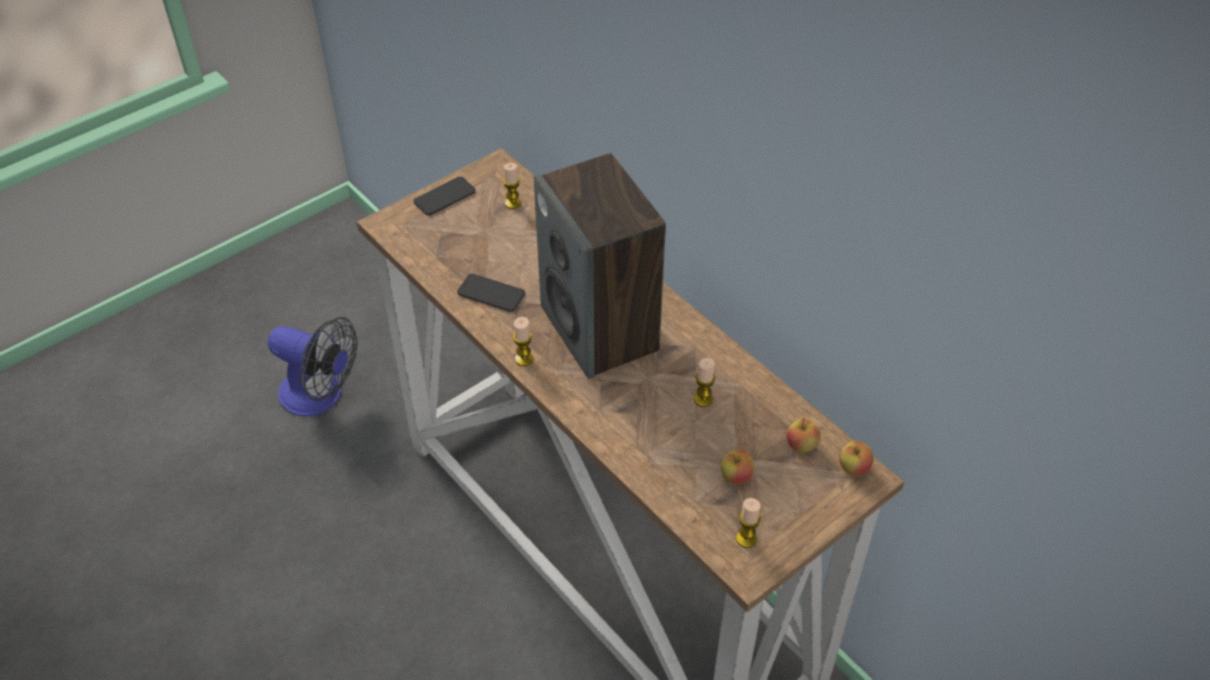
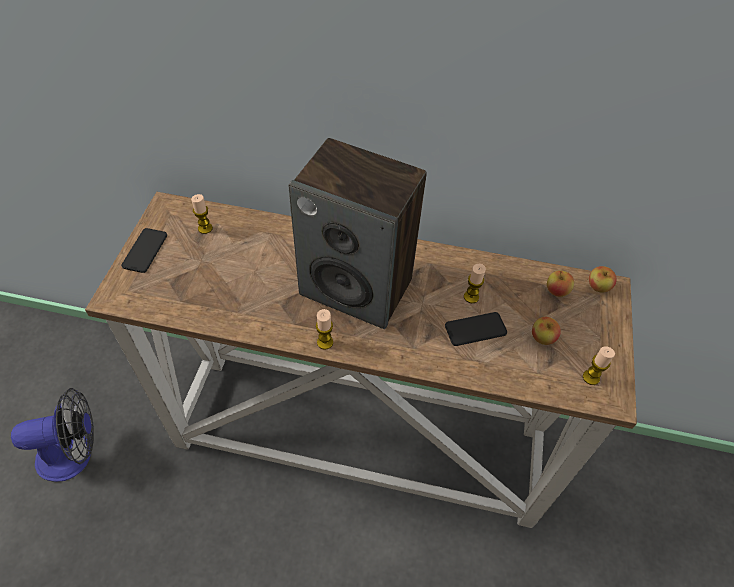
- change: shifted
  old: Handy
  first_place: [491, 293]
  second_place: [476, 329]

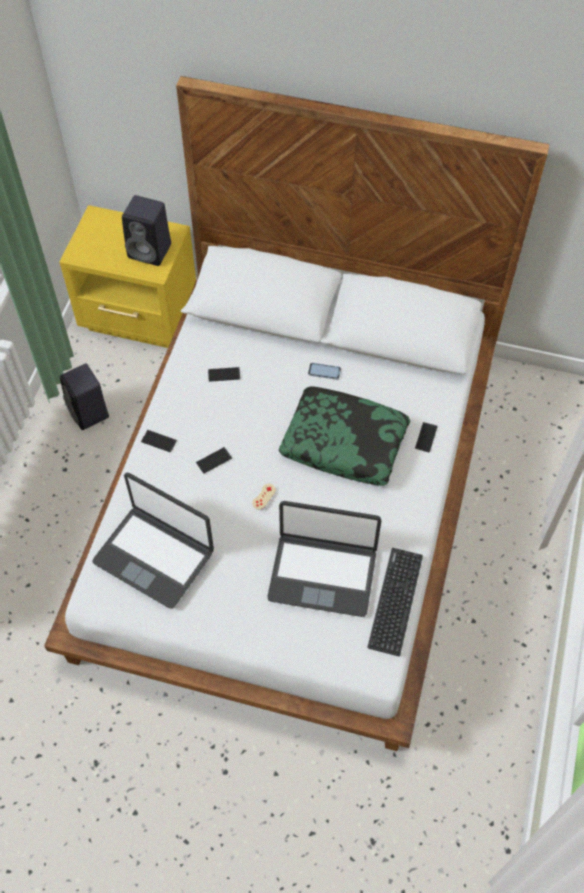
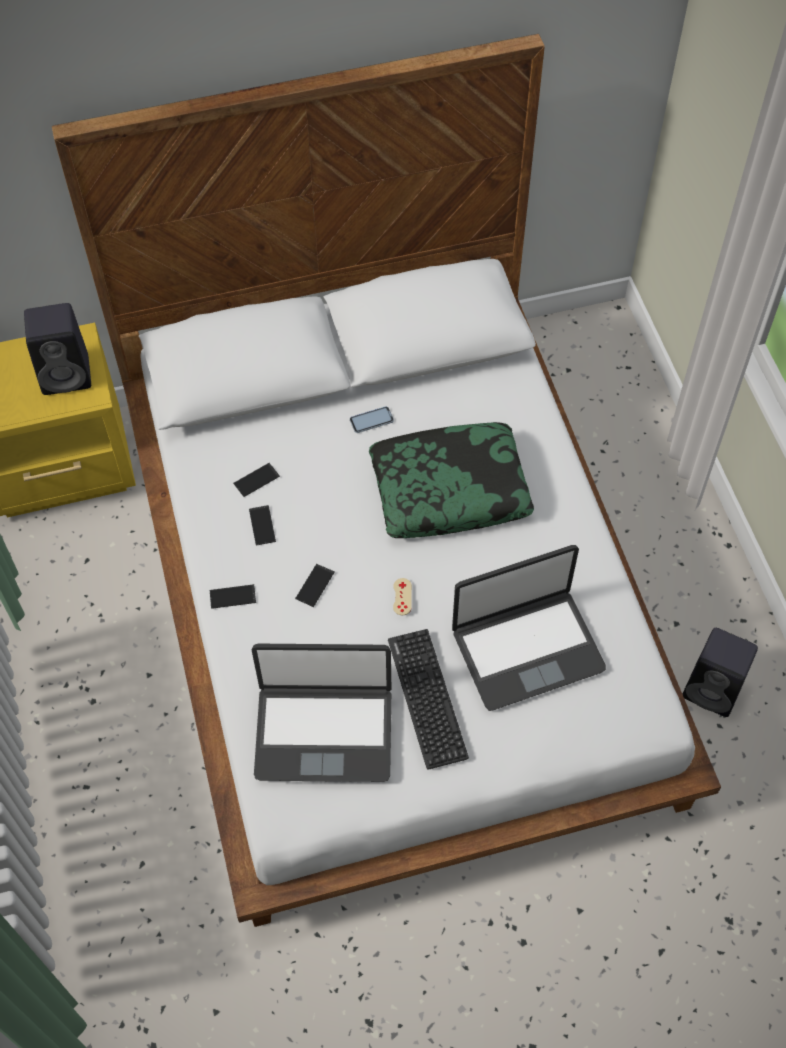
- change: shifted
  old: Lautsprecher (schwarz)
  first_place: [84, 396]
  second_place: [720, 672]
- change: shifted
  old: Handy
  first_place: [426, 437]
  second_place: [262, 525]
- change: shifted
  old: Tastatur
  first_place: [395, 602]
  second_place: [428, 699]

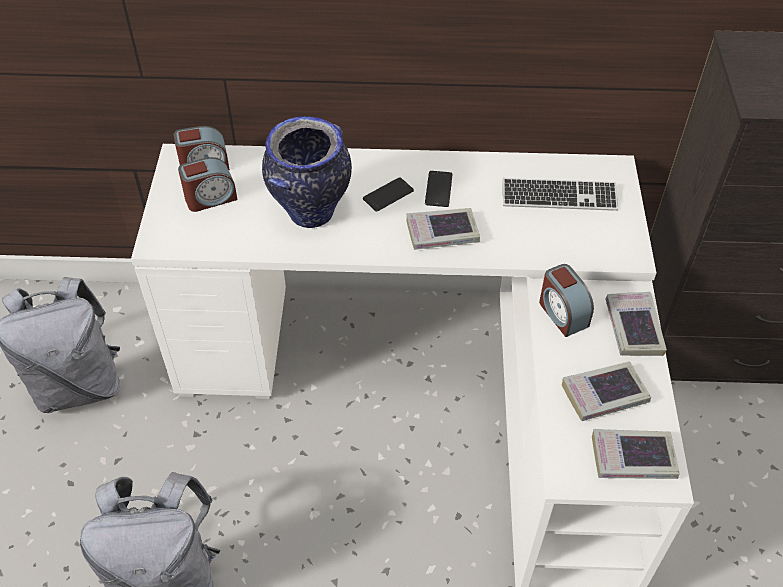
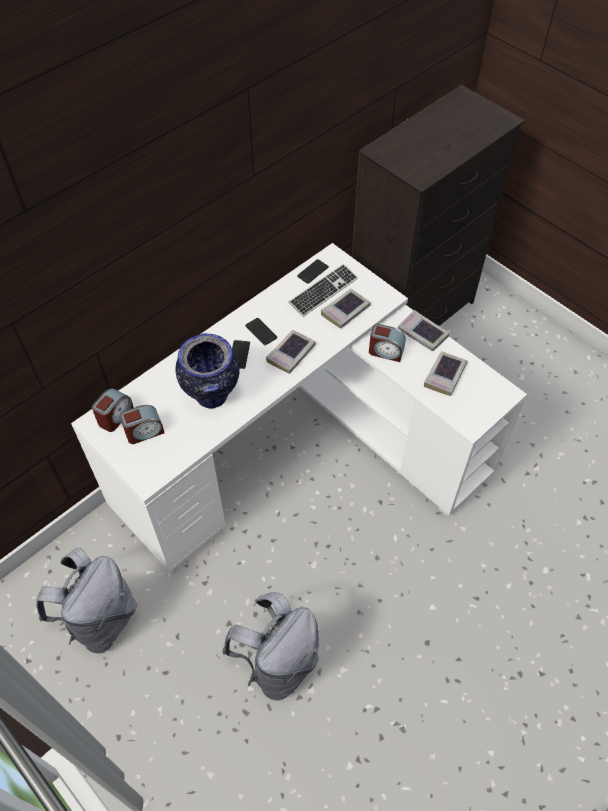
- change: rotated
  old: Wecker
  first_place: [207, 184]
  second_place: [142, 424]
  degrees: 45
- change: shifted
  old: Buch
  first_place: [636, 454]
  second_place: [346, 309]
- change: new
  new: Handy
  second_place: [313, 271]

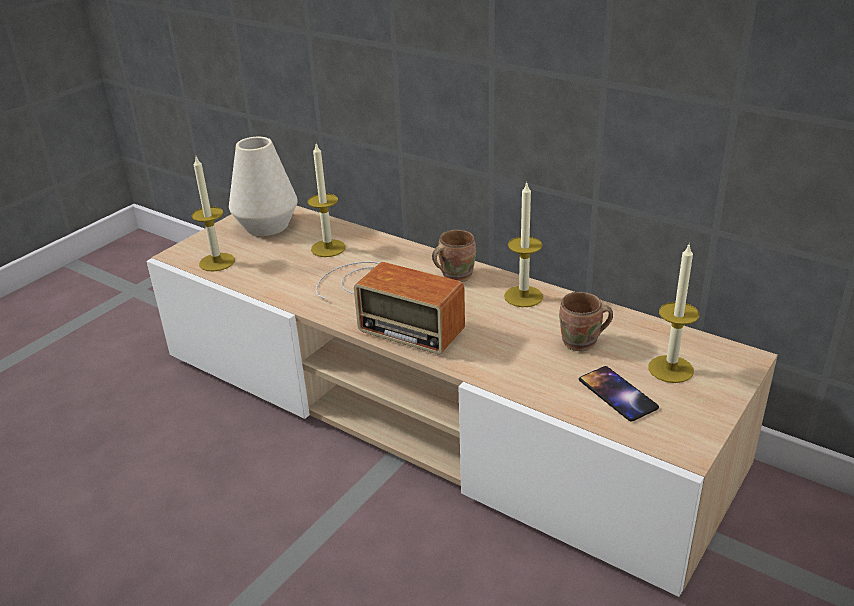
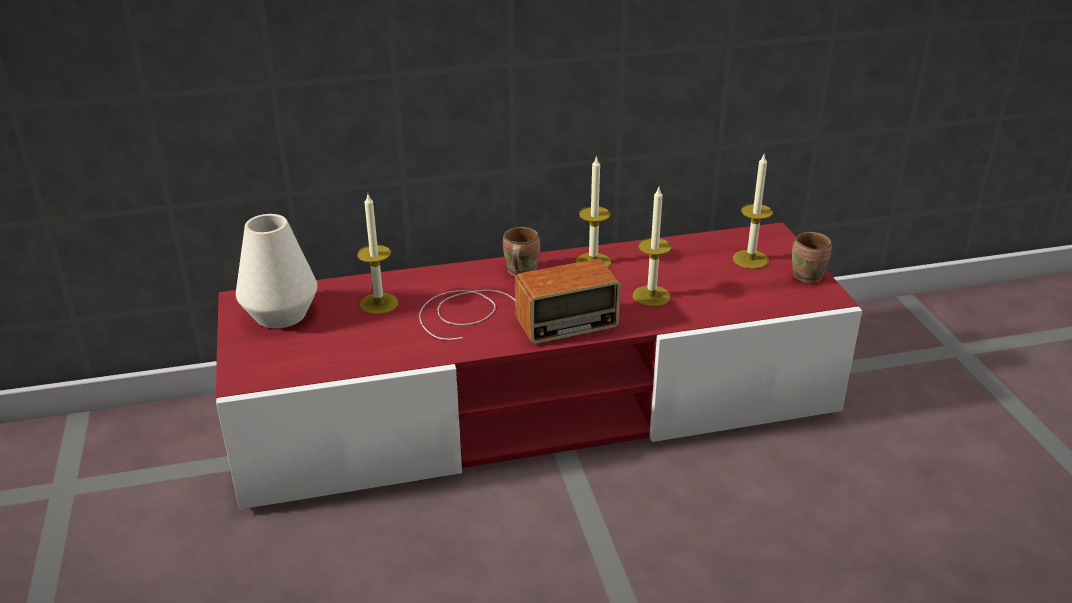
- change: shifted
  old: Kerze
  first_place: [213, 214]
  second_place: [652, 247]
- change: repainted
  old: Fernsehschrank (beige)
  new: Fernsehschrank (rot)
  first_place: [462, 401]
  second_place: [539, 366]
- change: shifted
  old: Henkelbecher (braun)
  first_place: [586, 321]
  second_place: [812, 257]
- change: gone
  old: Handy
  first_place: [619, 394]

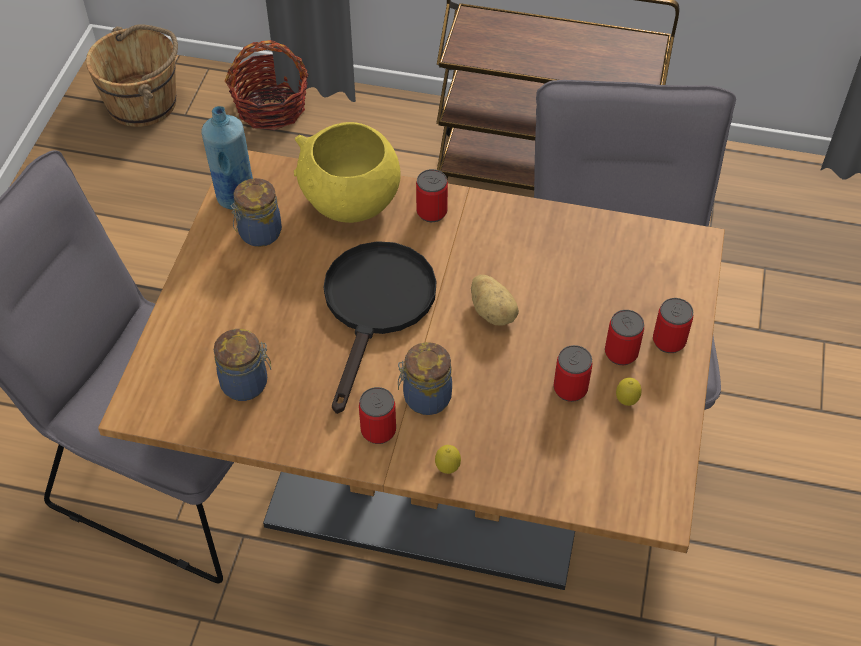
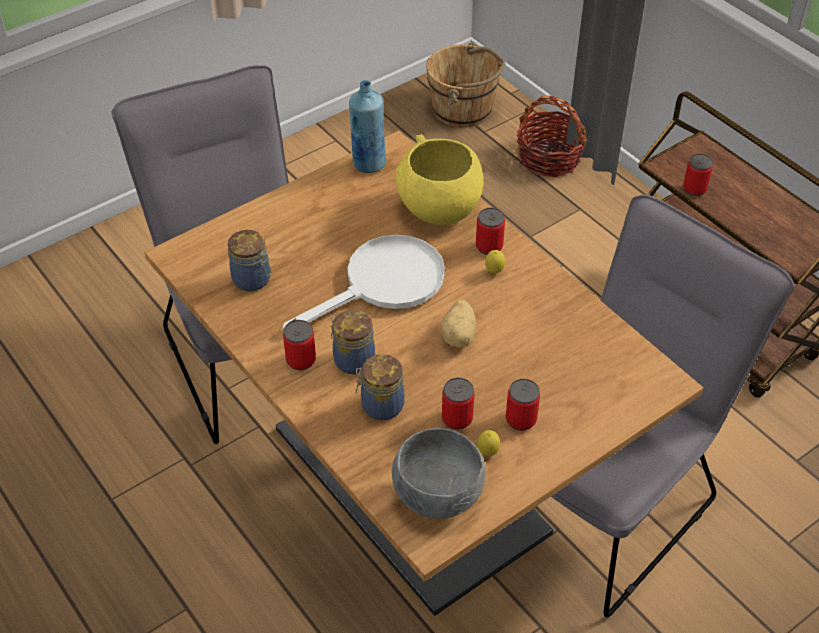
- change: shifted
  old: Vorratsglas
  first_place: [256, 212]
  second_place: [380, 387]
- change: repainted
  old: Pfanne (schwarz)
  new: Pfanne (weiß)
  first_place: [380, 327]
  second_place: [364, 283]
- change: shifted
  old: Dose
  first_place: [673, 325]
  second_place: [698, 175]
- change: shifted
  old: Zitrone
  first_place: [448, 459]
  second_place: [495, 261]
- change: new
  new: Schüssel (grau)
  second_place: [439, 473]

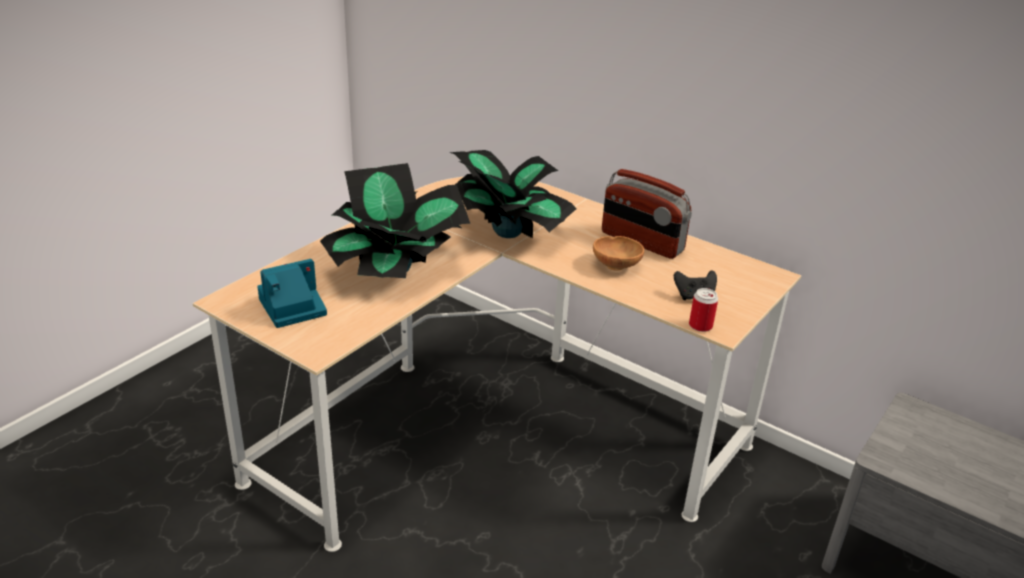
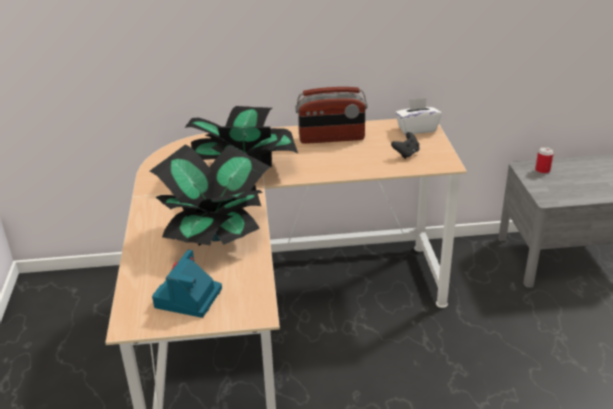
- change: gone
  old: Schüssel (braun)
  first_place: [618, 253]
- change: shifted
  old: Dose
  first_place: [703, 310]
  second_place: [544, 160]
- change: new
  new: Taschentuchbox (weiß)
  second_place: [418, 116]

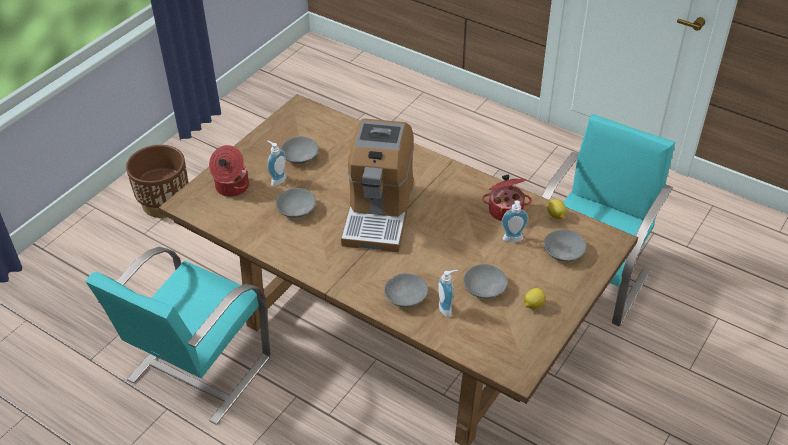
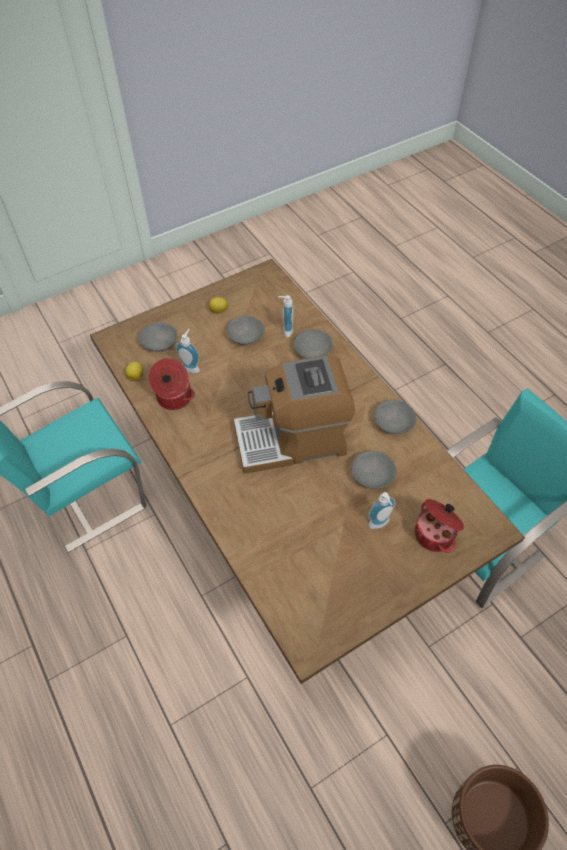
- change: rotated
  old: Kaffeemaschine
  first_place: [377, 185]
  second_place: [294, 414]
  degrees: -135
- change: shifted
  old: Schüssel (grau)
  first_place: [299, 150]
  second_place: [395, 417]

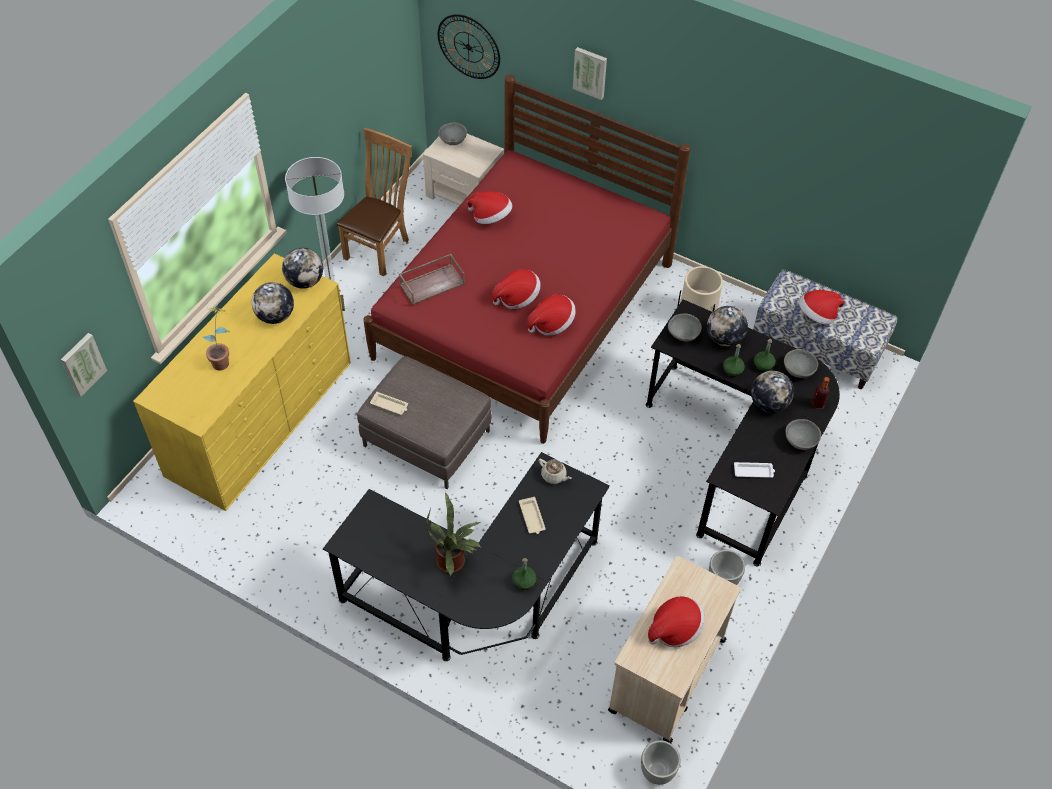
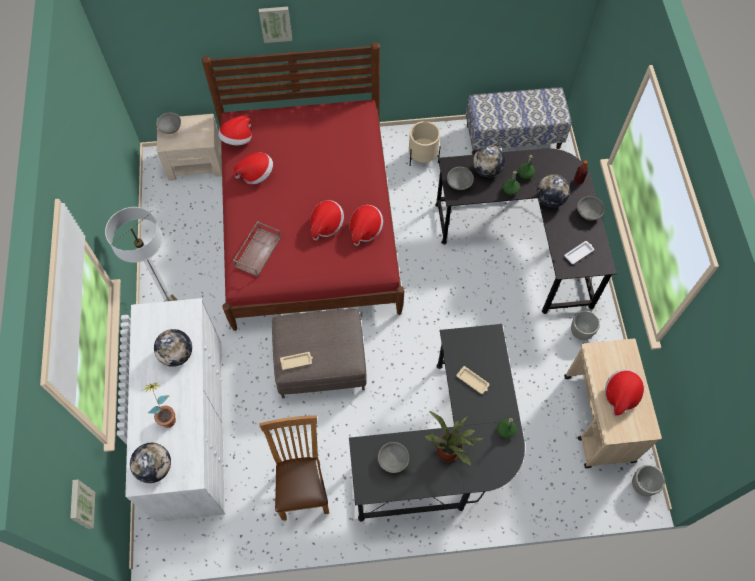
- change: gone
  old: Wanduhr
  first_place: [469, 46]
- change: shifted
  old: Stuhl (braun)
  first_place: [374, 202]
  second_place: [294, 468]
- change: shifted
  old: Globus
  first_place: [302, 268]
  second_place: [150, 463]
- change: repainted
  old: Kommode (gelb)
  new: Kommode (weiß)
  first_place: [242, 382]
  second_place: [175, 410]
- change: shifted
  old: Hut
  first_place: [822, 307]
  second_place: [235, 130]
- change: shifted
  old: Schüssel (grau)
  first_place: [801, 363]
  second_place: [393, 457]
- change: gone
  old: Teekanne (beige)
  first_place: [555, 471]

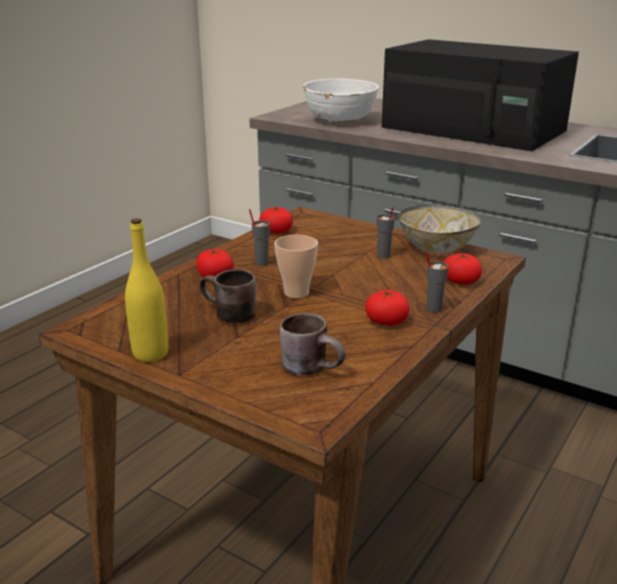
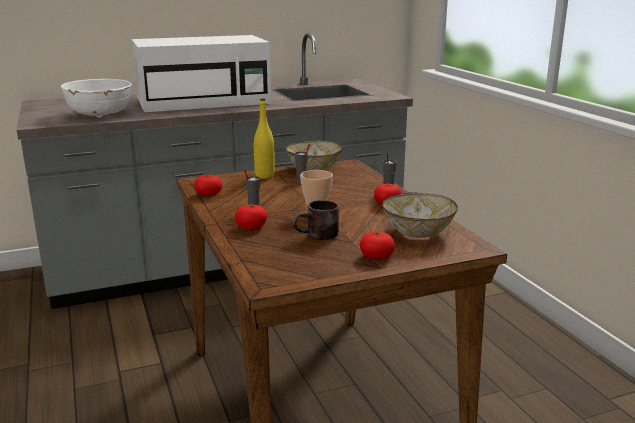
- change: repainted
  old: Mikrowelle (schwarz)
  new: Mikrowelle (weiß)
  first_place: [480, 95]
  second_place: [201, 73]
- change: shifted
  old: Flasche (gelb)
  first_place: [146, 290]
  second_place: [264, 138]
- change: shifted
  old: Tomate
  first_place: [463, 268]
  second_place: [377, 245]
- change: swapped
  old: Henkelbecher (braun)
  new: Schüssel
  first_place: [313, 344]
  second_place: [420, 215]

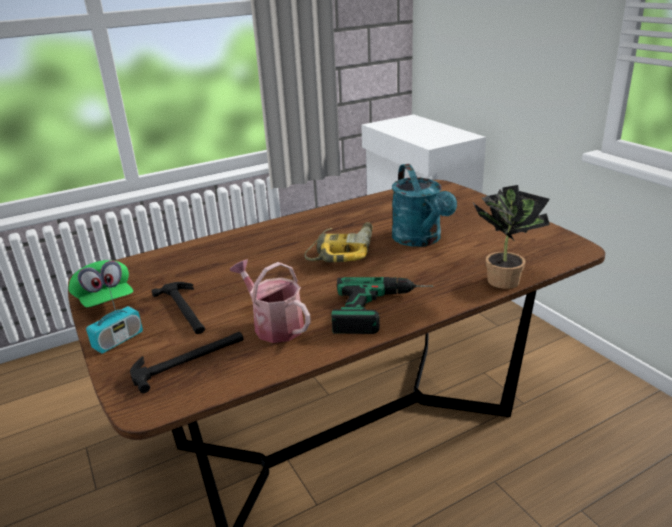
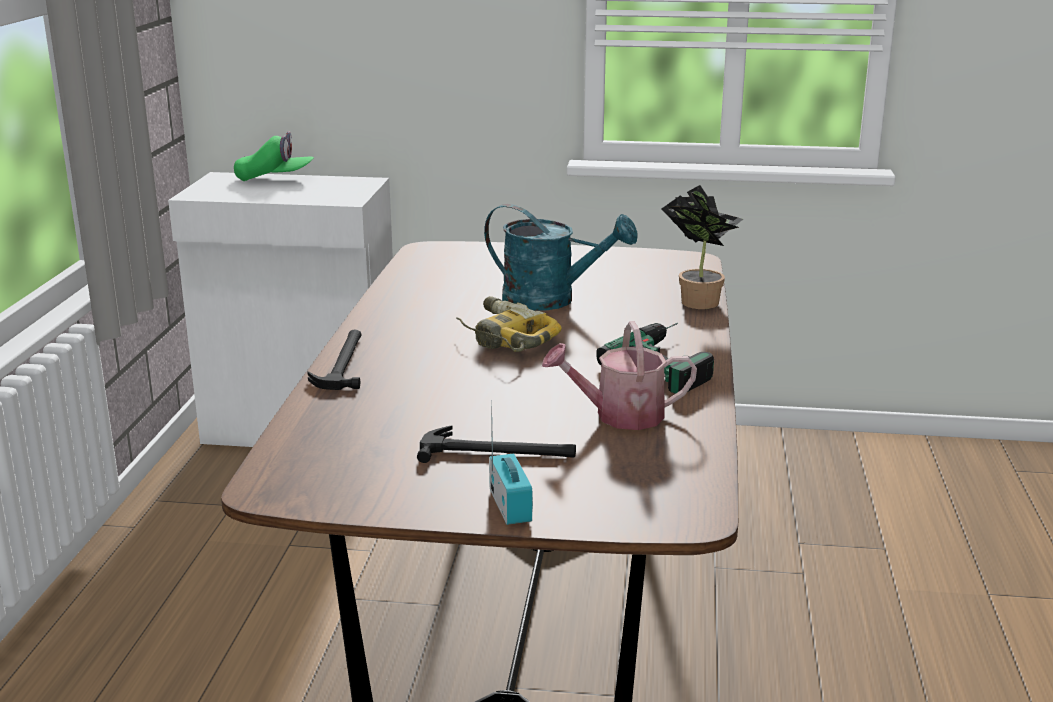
- change: shifted
  old: Kappe (grün)
  first_place: [101, 283]
  second_place: [274, 156]
- change: shifted
  old: Hammer
  first_place: [187, 362]
  second_place: [334, 359]

